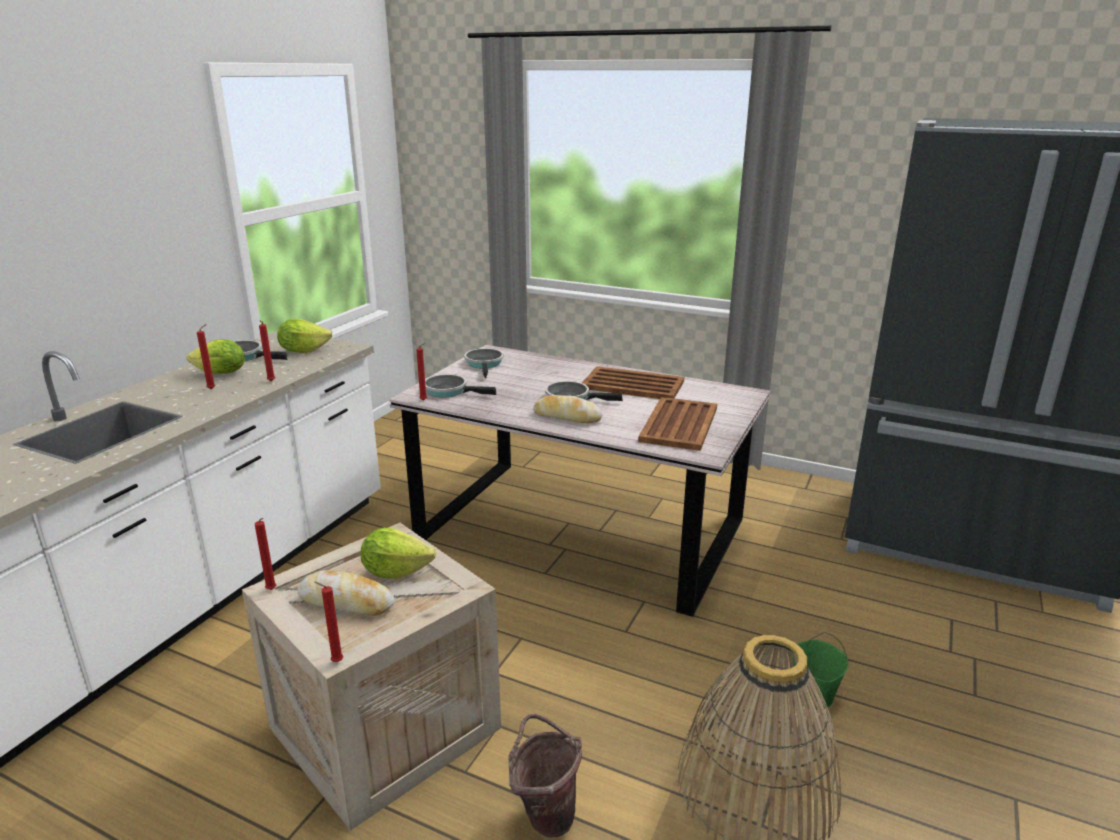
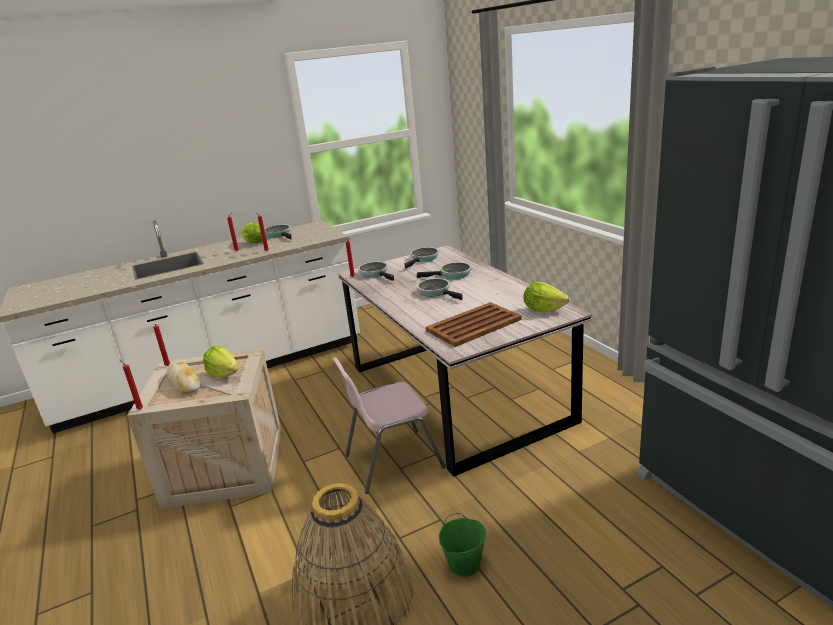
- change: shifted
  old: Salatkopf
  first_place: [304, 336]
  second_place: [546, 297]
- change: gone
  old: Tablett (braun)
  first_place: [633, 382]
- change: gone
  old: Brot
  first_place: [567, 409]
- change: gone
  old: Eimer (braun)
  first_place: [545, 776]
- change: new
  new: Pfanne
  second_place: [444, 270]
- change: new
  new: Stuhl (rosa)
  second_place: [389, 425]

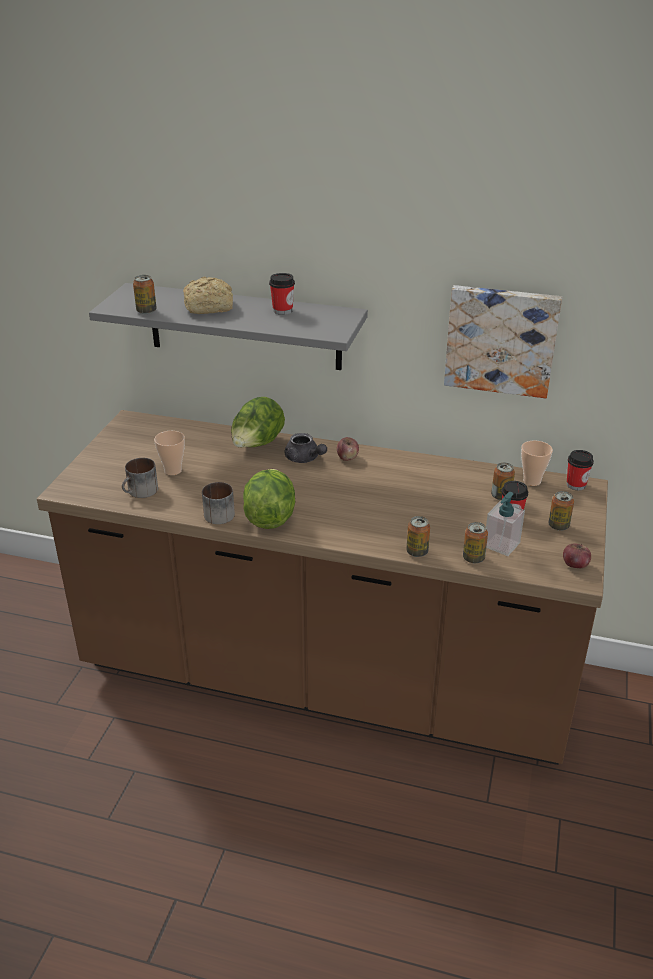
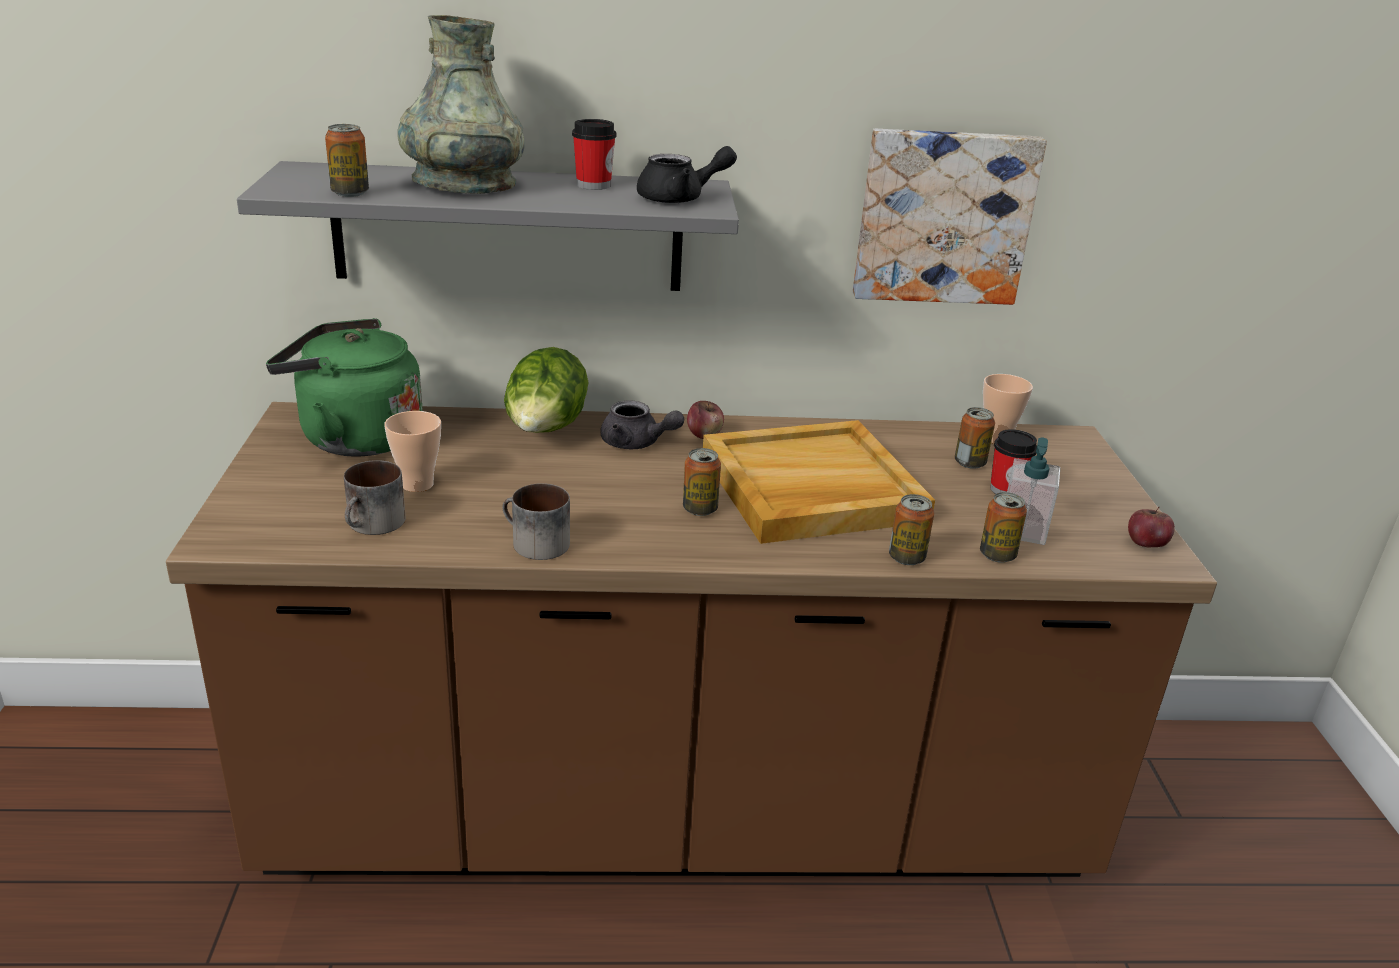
- change: swapped
  old: Brot
  new: Vase (grau)
  first_place: [208, 295]
  second_place: [461, 104]
- change: gone
  old: Tasse
  first_place: [580, 470]
- change: gone
  old: Salatkopf
  first_place: [269, 499]
- change: shifted
  old: Dose
  first_place: [561, 511]
  second_place: [702, 482]
- change: new
  new: Teekanne (schwarz)
  second_place: [687, 175]
- change: new
  new: Wasserkessel (grün)
  second_place: [344, 387]
- change: new
  new: Tablett (beige)
  second_place: [819, 482]

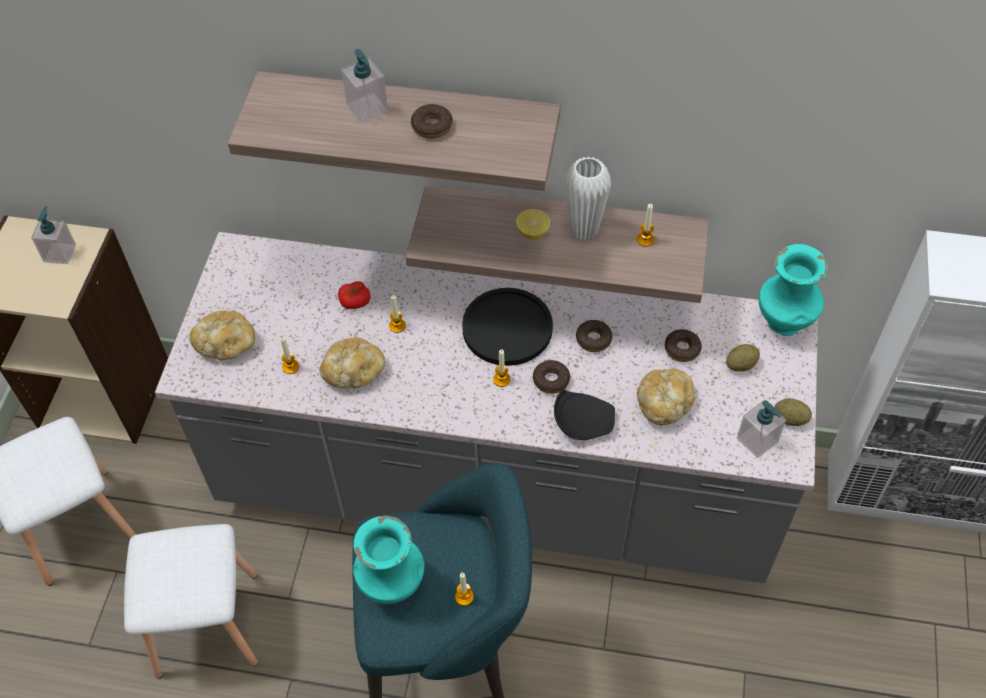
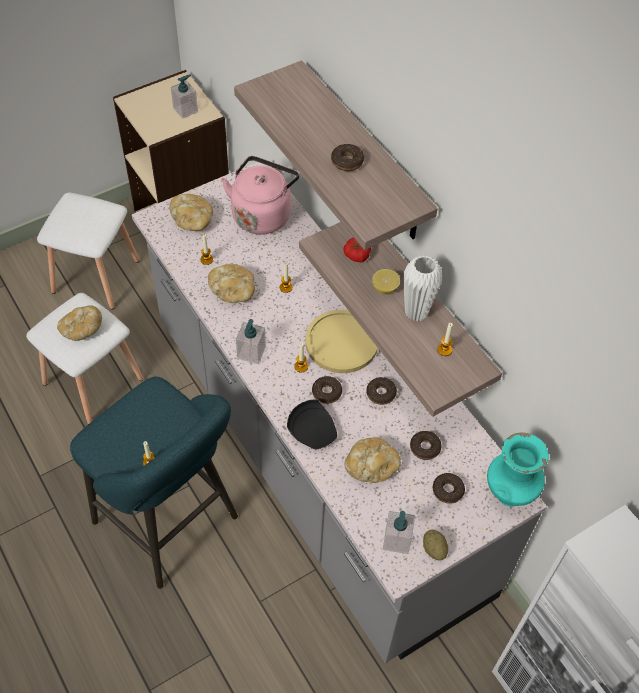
- change: shifted
  old: Seifenspender
  first_place: [364, 85]
  second_place: [251, 341]
- change: shifted
  old: Tomate
  first_place: [354, 295]
  second_place: [357, 249]
- change: repainted
  old: Teller (schwarz)
  new: Teller (gelb)
  first_place: [507, 327]
  second_place: [342, 341]
- change: swapped
  old: Kartoffel
  new: Donut
  first_place: [743, 358]
  second_place: [449, 488]
- change: gone
  old: Vase (türkis)
  first_place: [389, 560]
- change: new
  new: Wasserkessel (rosa)
  second_place: [260, 195]
- change: new
  new: Brot
  second_place: [79, 323]

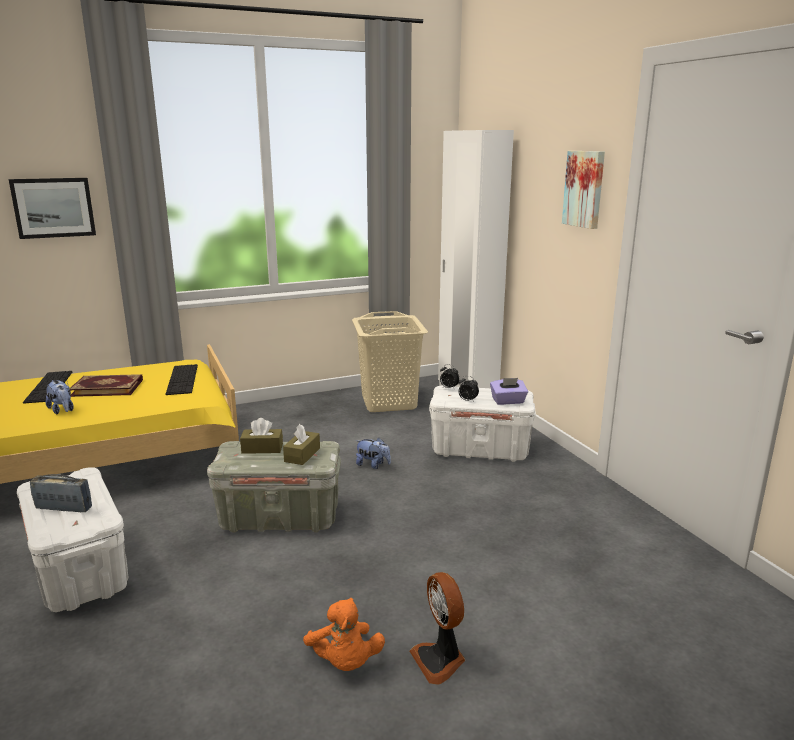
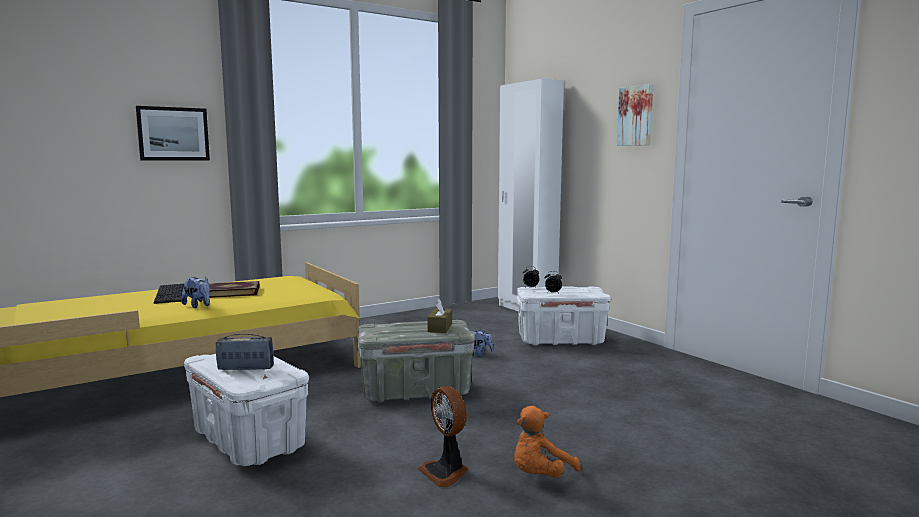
- change: gone
  old: Wäschekorb (beige)
  first_place: [390, 361]
- change: gone
  old: Tastatur
  first_place: [182, 379]
- change: gone
  old: Taschentuchbox (lila)
  first_place: [509, 391]
- change: gone
  old: Taschentuchbox (braun)
  first_place: [261, 436]
- change: shifted
  old: Ventilator
  first_place: [437, 628]
  second_place: [442, 436]
- change: rotated
  old: Plüschtier (orange)
  first_place: [344, 634]
  second_place: [547, 442]
  degrees: 75

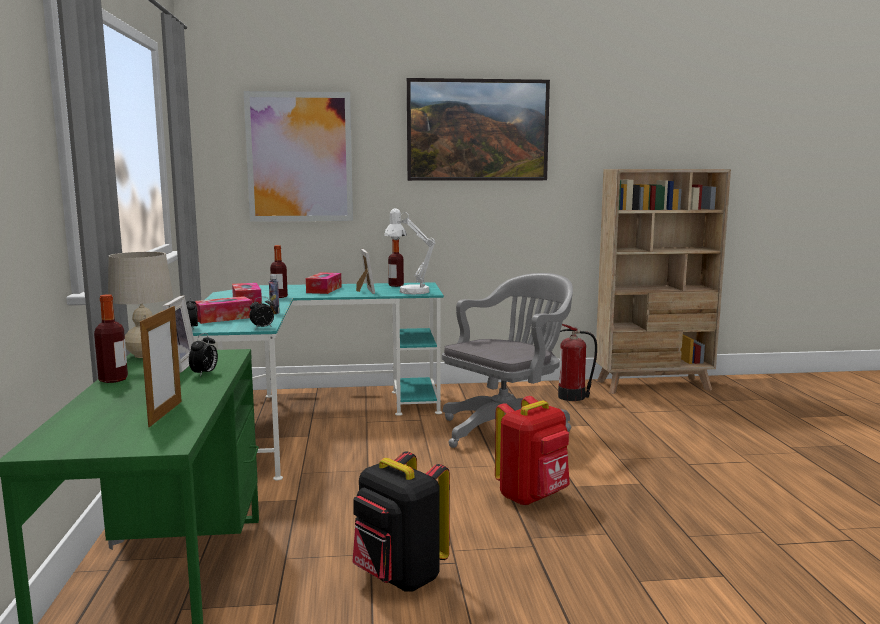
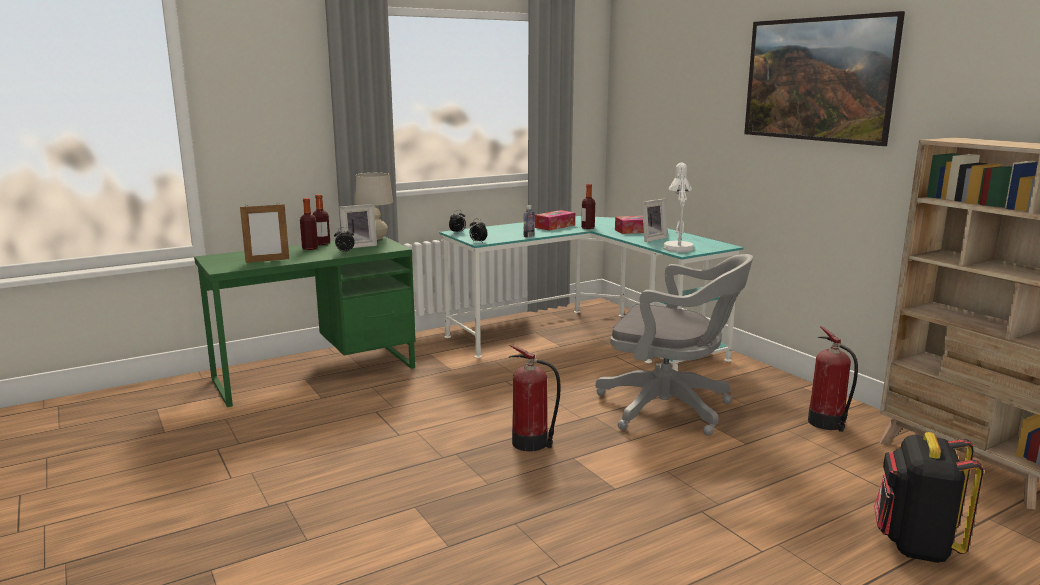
- change: gone
  old: Bild
  first_place: [298, 156]
- change: shifted
  old: Flasche
  first_place: [396, 263]
  second_place: [309, 224]
- change: gone
  old: Taschentuchbox
  first_place: [224, 310]
- change: swapped
  old: Rucksack (rot)
  new: Feuerlöscher
  first_place: [532, 451]
  second_place: [534, 398]
- change: shifted
  old: Rucksack (schwarz)
  first_place: [401, 521]
  second_place: [928, 497]

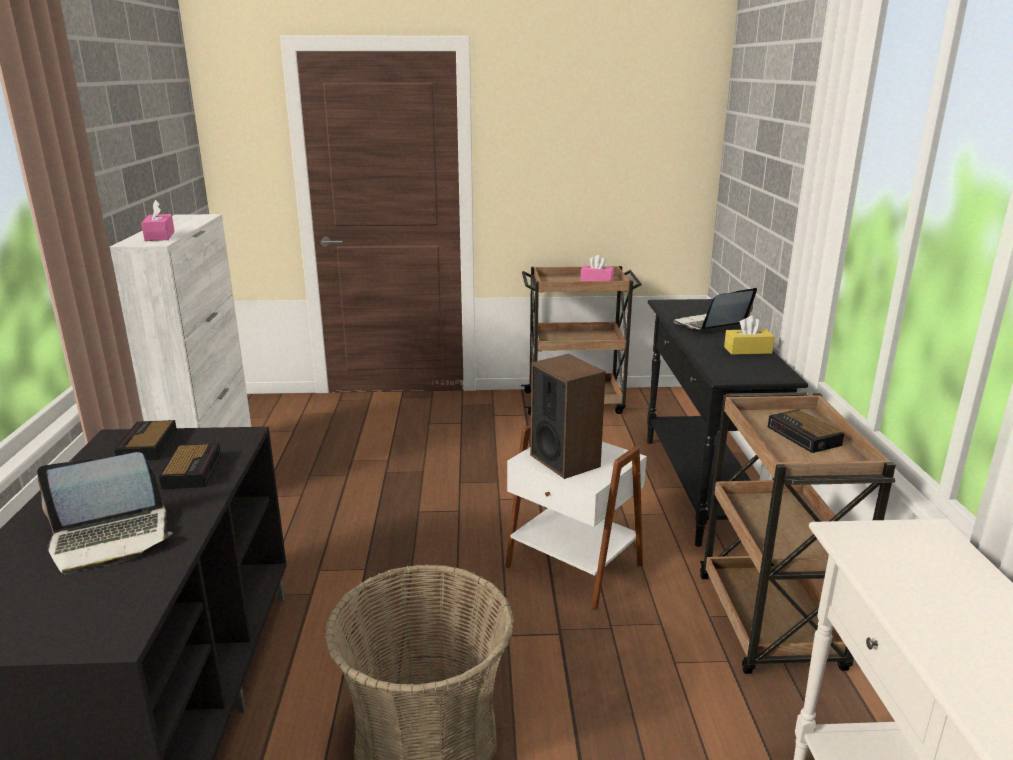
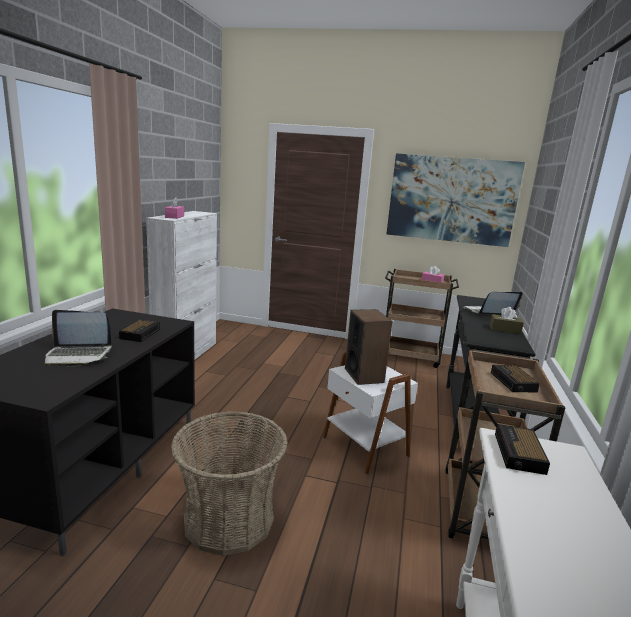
- change: repainted
  old: Taschentuchbox (gelb)
  new: Taschentuchbox (braun)
  first_place: [749, 335]
  second_place: [507, 320]
- change: shifted
  old: Wecker
  first_place: [145, 440]
  second_place: [522, 449]
- change: new
  new: Bild
  second_place: [456, 200]

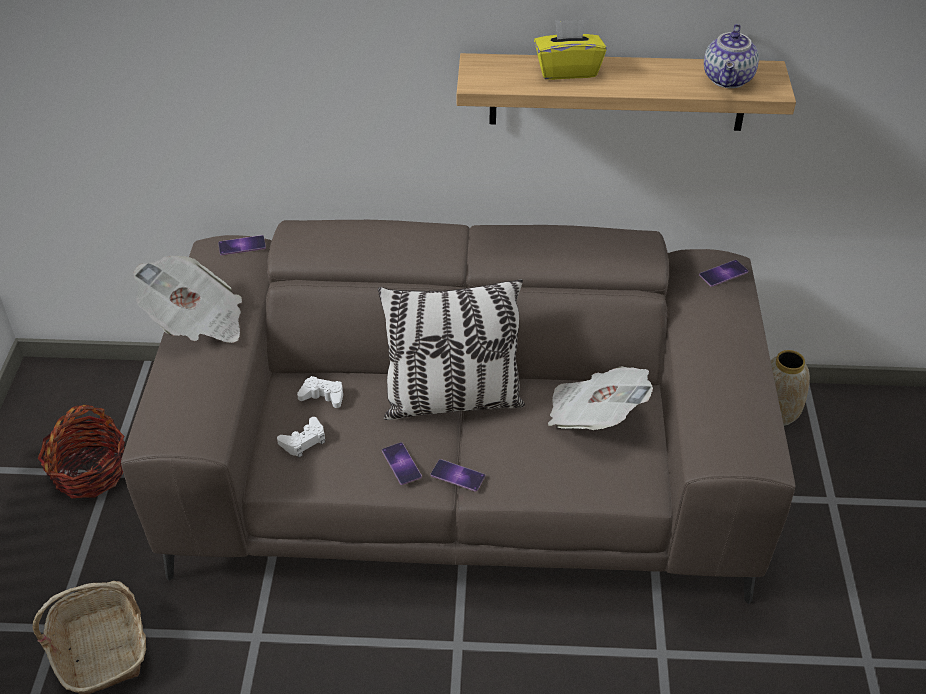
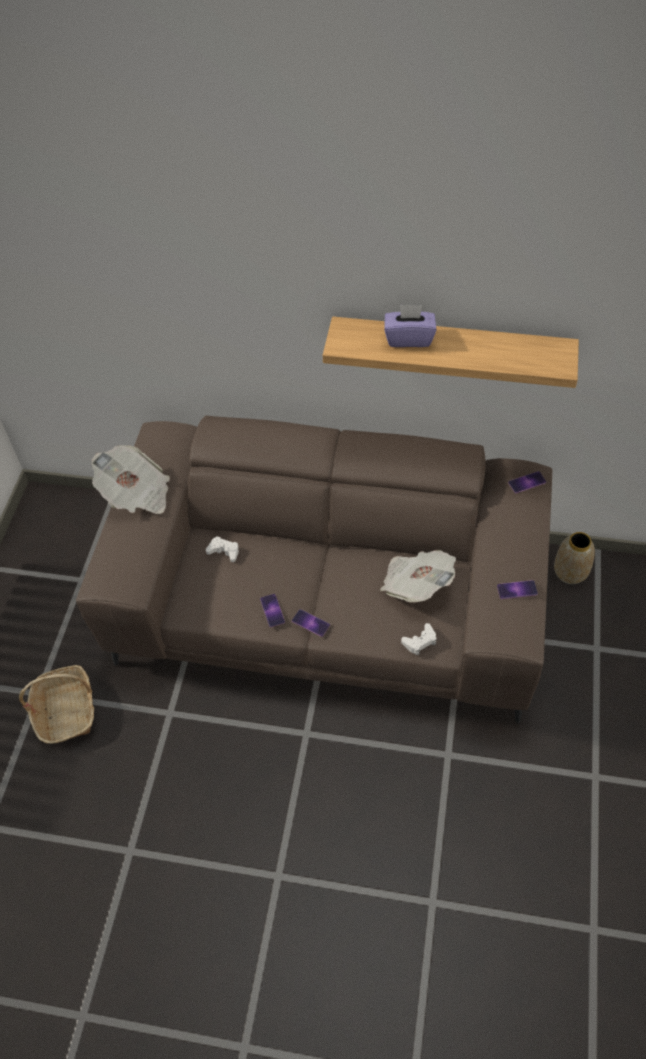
- change: repainted
  old: Taschentuchbox (gelb)
  new: Taschentuchbox (lila)
  first_place: [570, 50]
  second_place: [410, 326]
- change: gone
  old: Teekanne
  first_place: [731, 56]
- change: shifted
  old: Handy
  first_place: [242, 245]
  second_place: [517, 589]
- change: gone
  old: Kissen
  first_place: [451, 349]
- change: gone
  old: Korb
  first_place: [81, 451]
- change: shifted
  old: Gamepad (weiß)
  first_place: [301, 437]
  second_place: [419, 639]

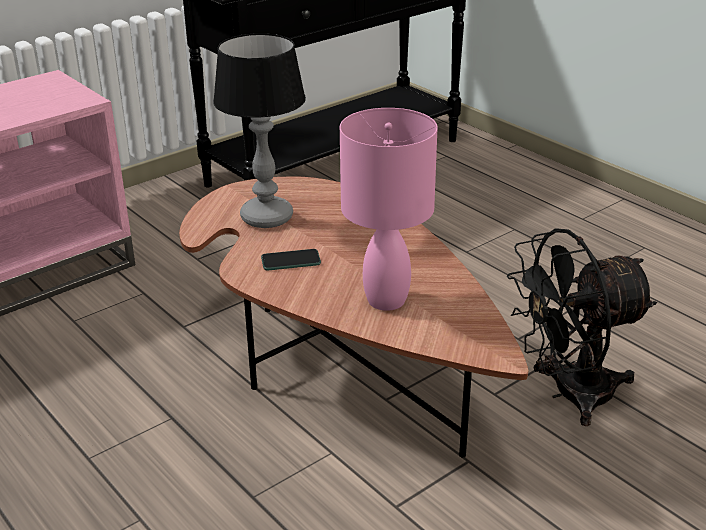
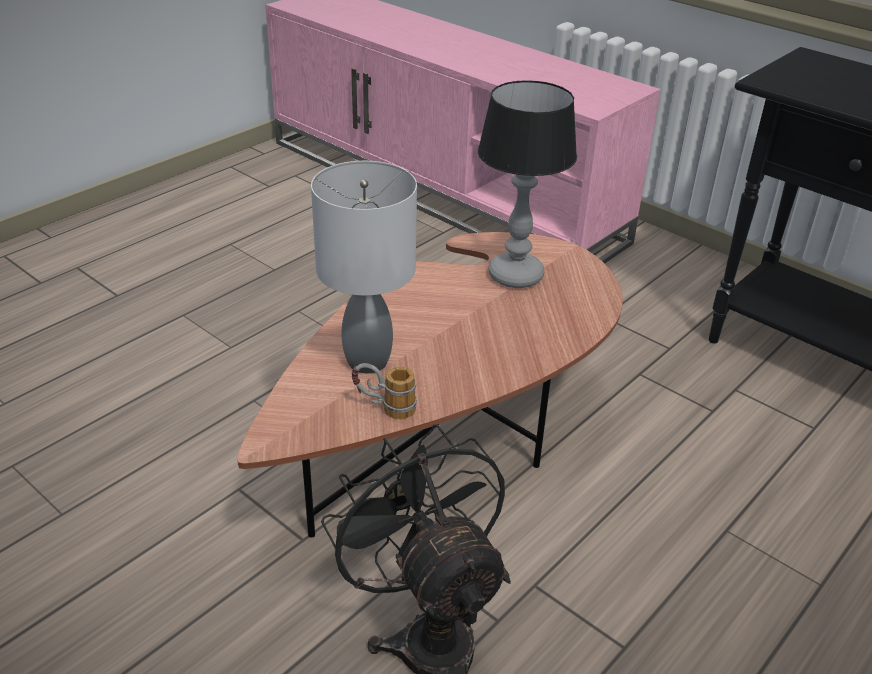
- change: repainted
  old: Tischlampe (rosa)
  new: Tischlampe (grau)
  first_place: [389, 209]
  second_place: [364, 267]
- change: gone
  old: Handy
  first_place: [291, 260]
- change: new
  new: Henkelbecher
  second_place: [384, 391]

